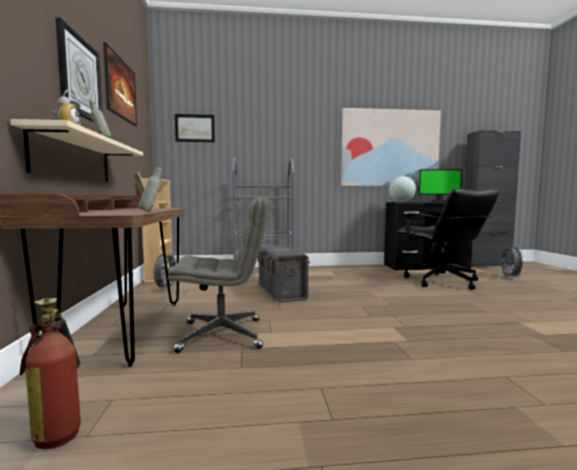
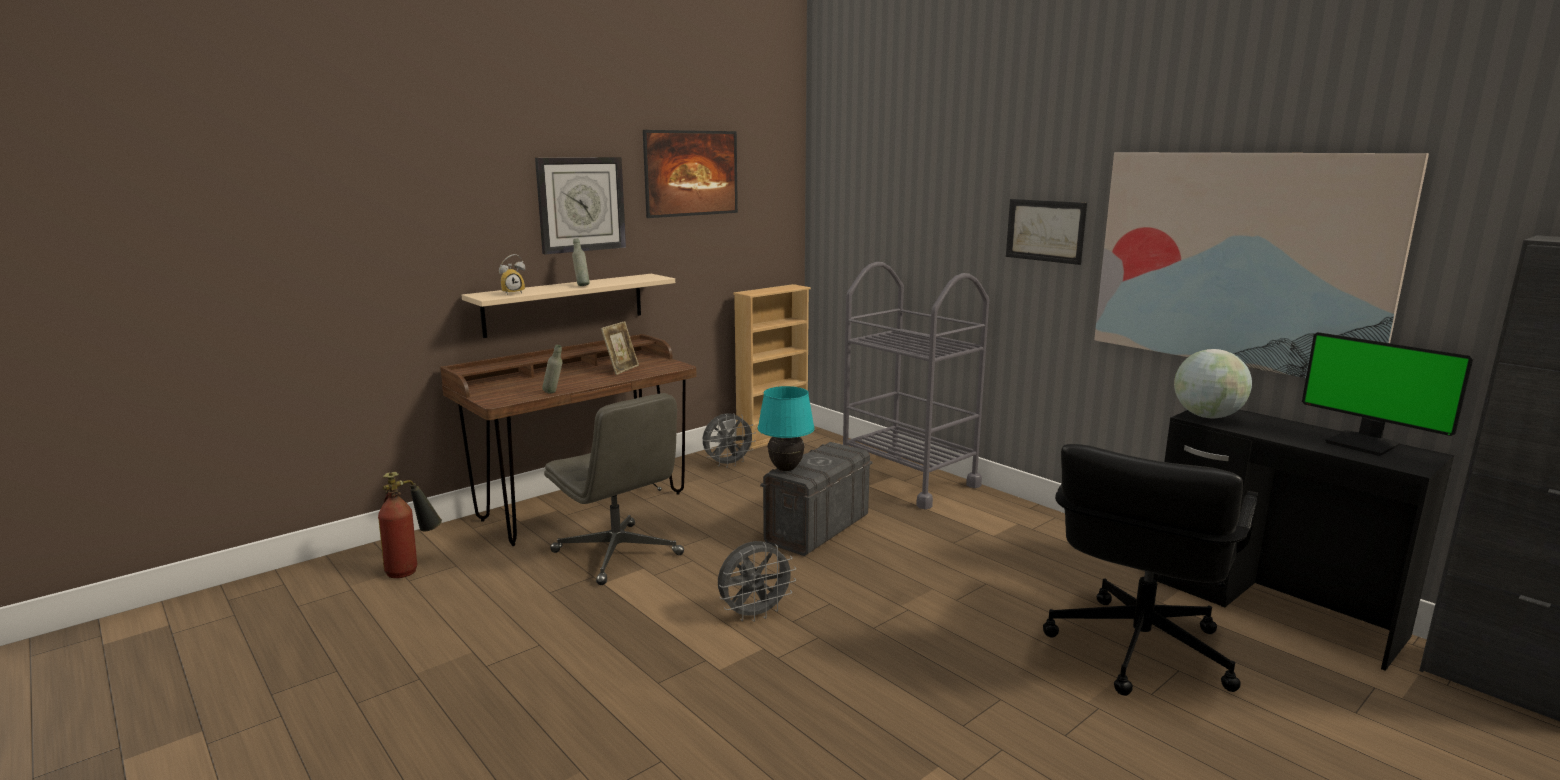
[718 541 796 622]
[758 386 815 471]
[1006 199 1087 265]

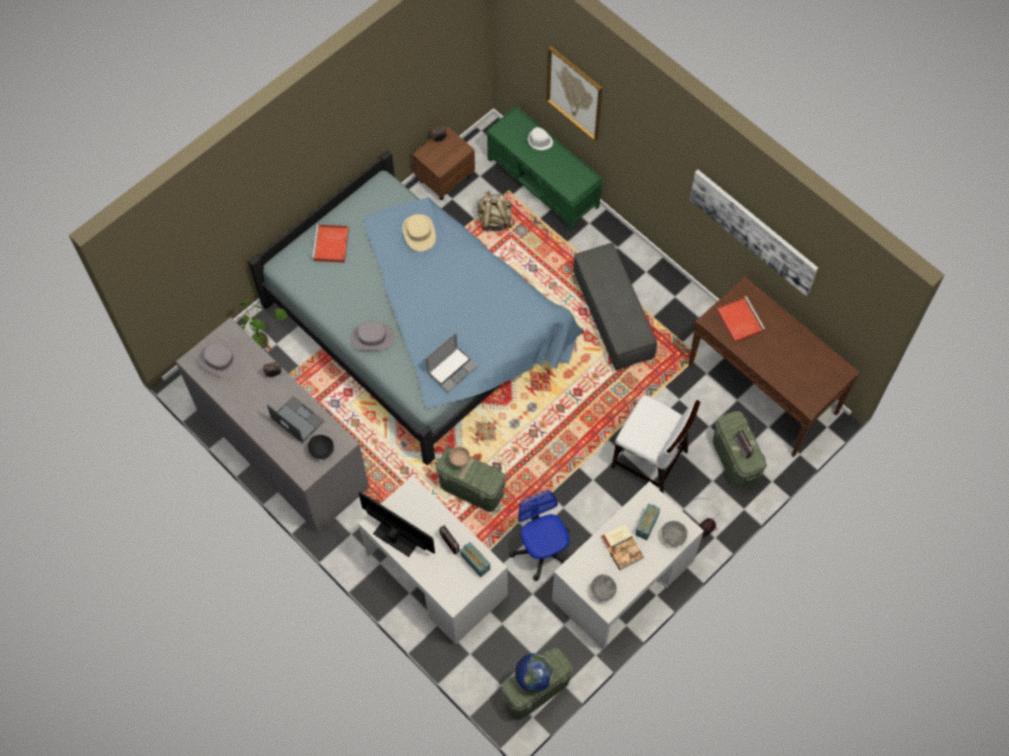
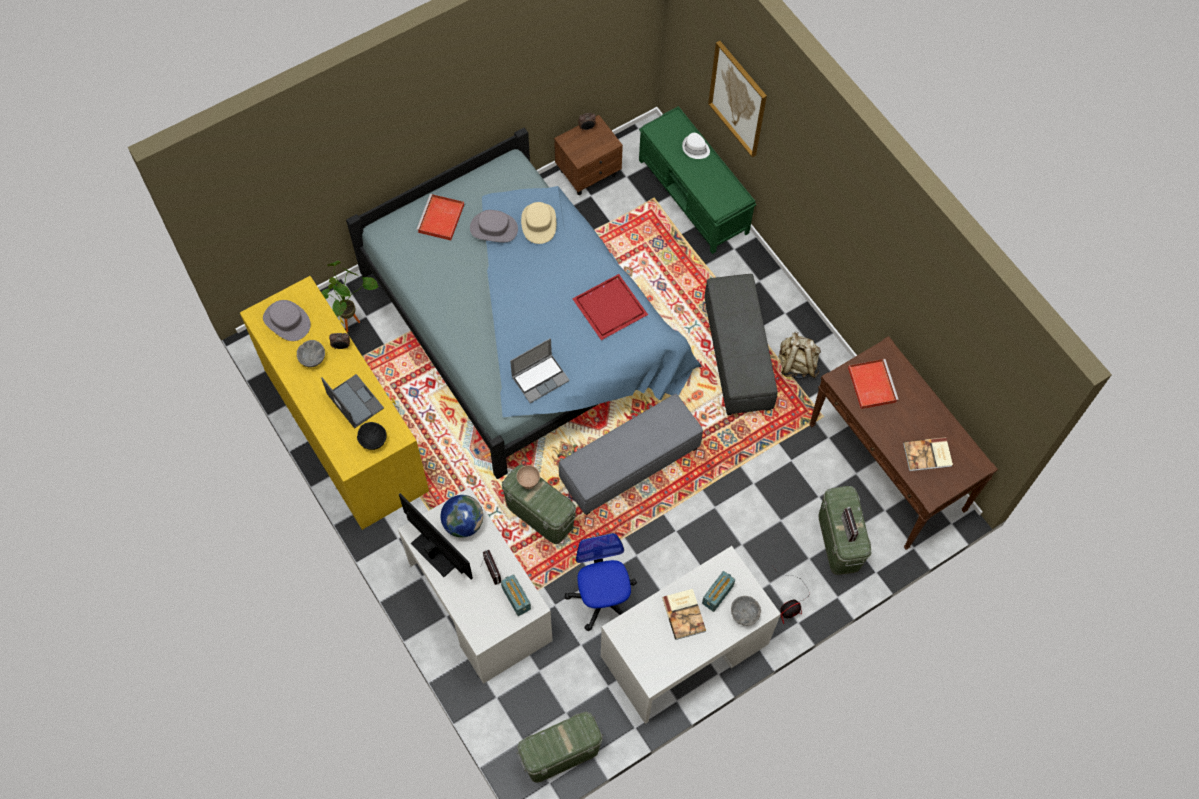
[240 276 429 530]
[297 340 325 367]
[441 495 483 538]
[470 210 518 242]
[559 394 703 515]
[573 274 648 340]
[778 331 820 379]
[903 437 953 471]
[611 395 700 493] (first image)
[690 170 818 296] (first image)

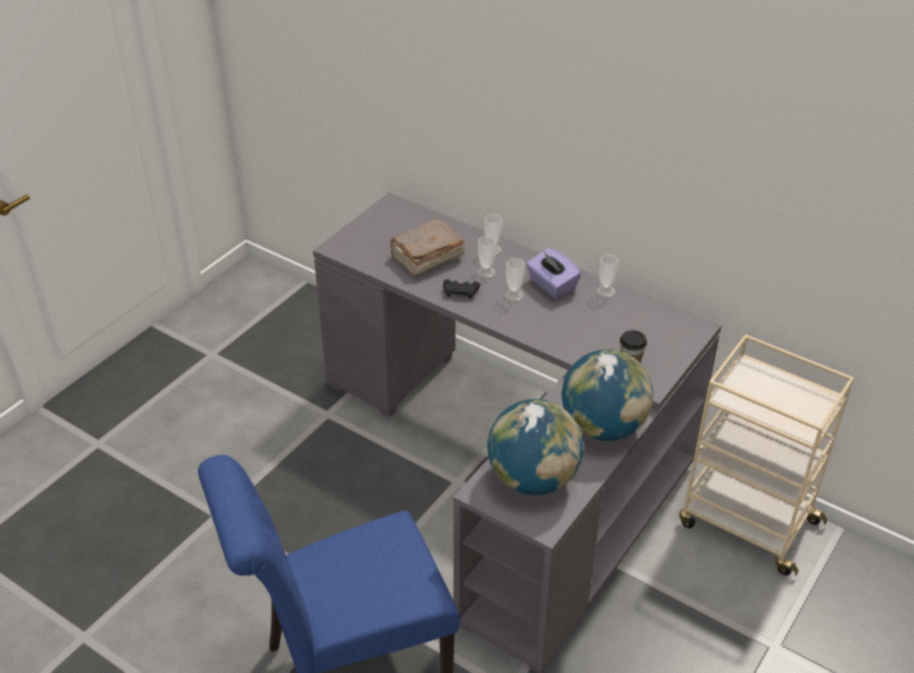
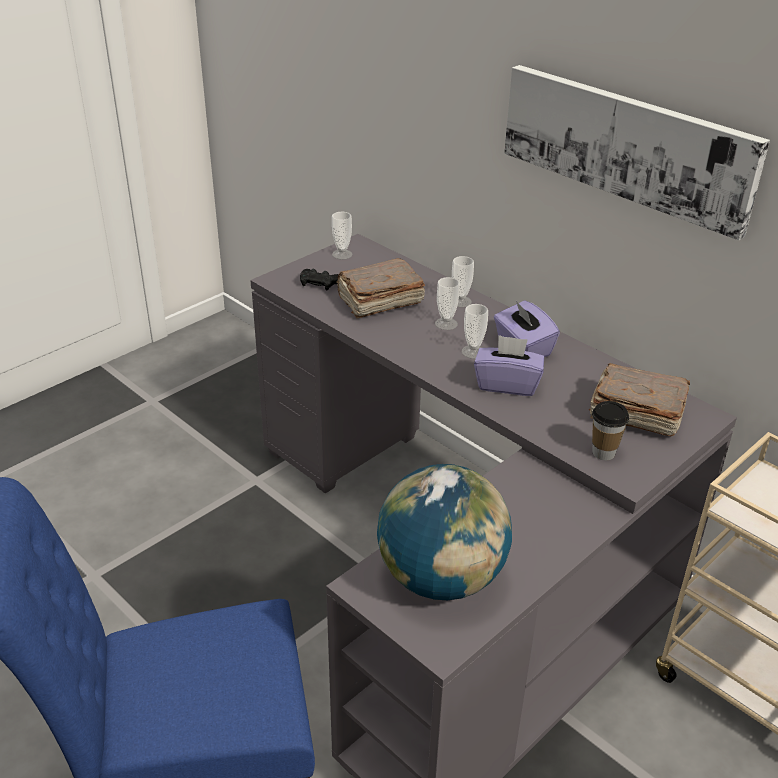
[300 269 339 291]
[332 212 353 259]
[474 335 544 396]
[504 65 770 240]
[589 363 690 436]
[561 349 654 441] (first image)

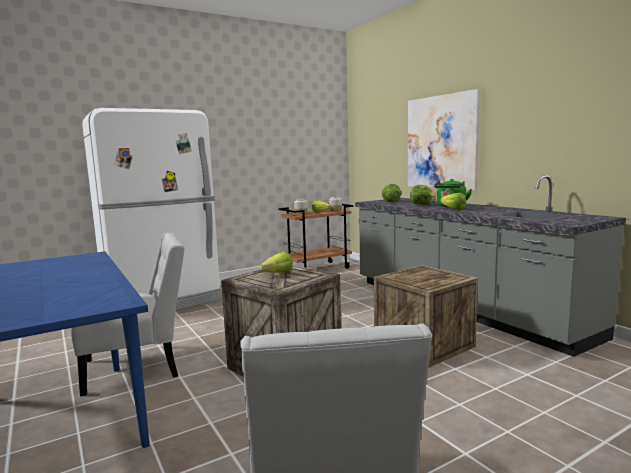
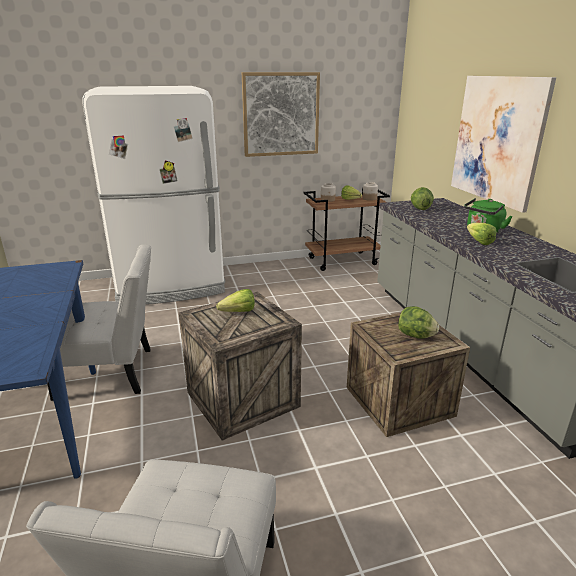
[242 72 320 157]
[398 306 439 339]

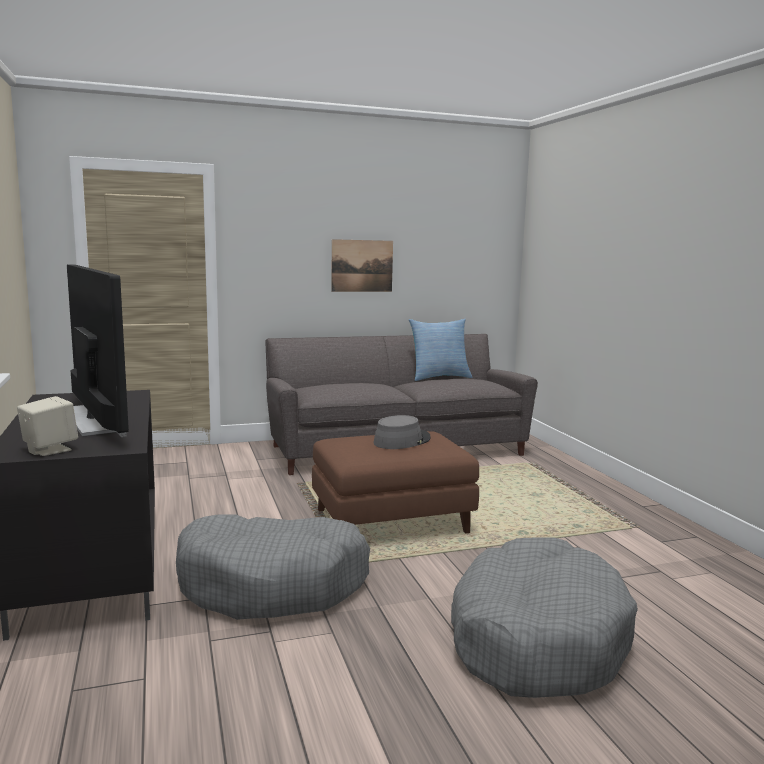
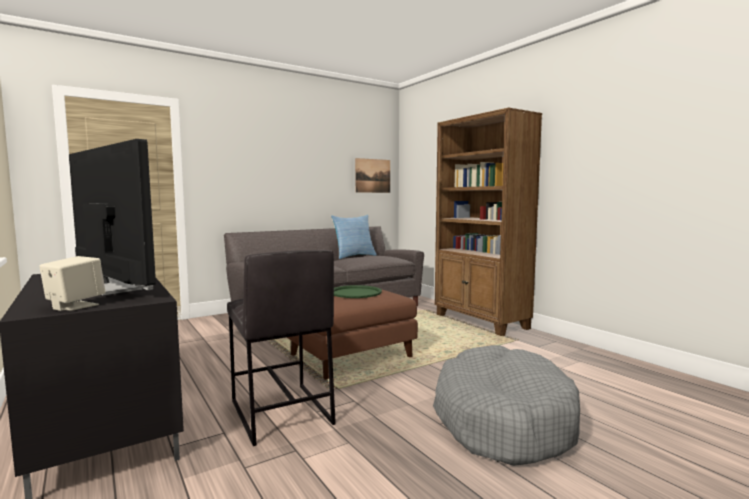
[227 250 336 446]
[334 285 382 298]
[355 158 390 193]
[435 108 542 336]

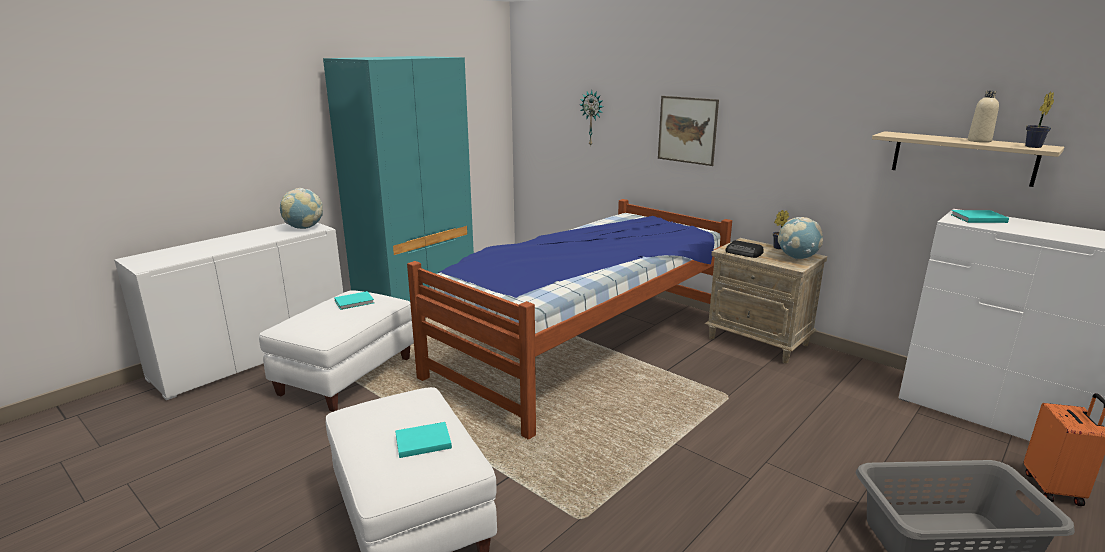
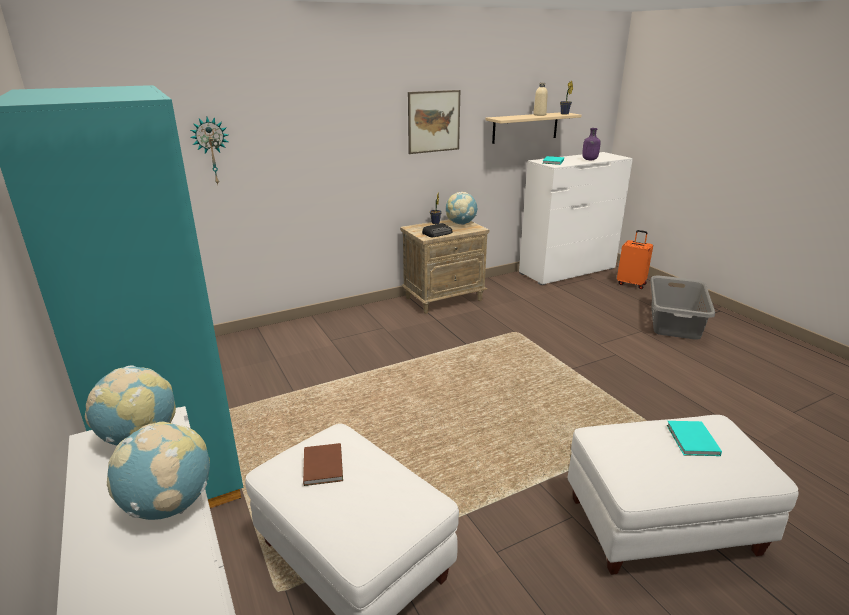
[106 422 210 520]
[303 443 343 486]
[408 90 460 154]
[582 128 600 160]
[407 199 732 440] (first image)

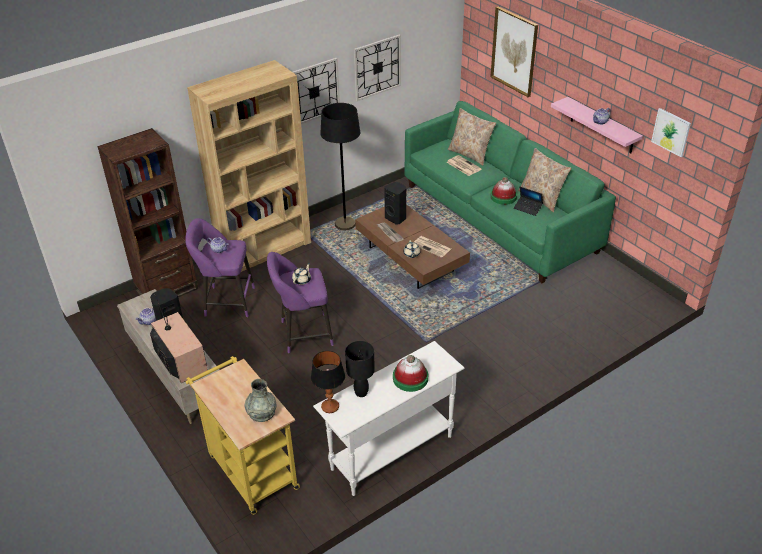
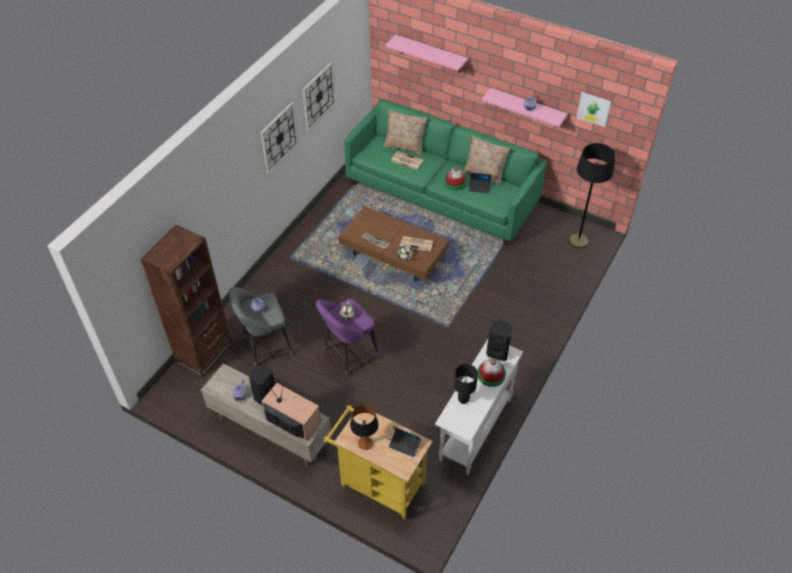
[229 287 293 367]
[350 405 379 450]
[386 34 468 73]
[389 427 421 457]
[486 320 513 361]
[569 143 616 249]
[187 60 311 272] (first image)

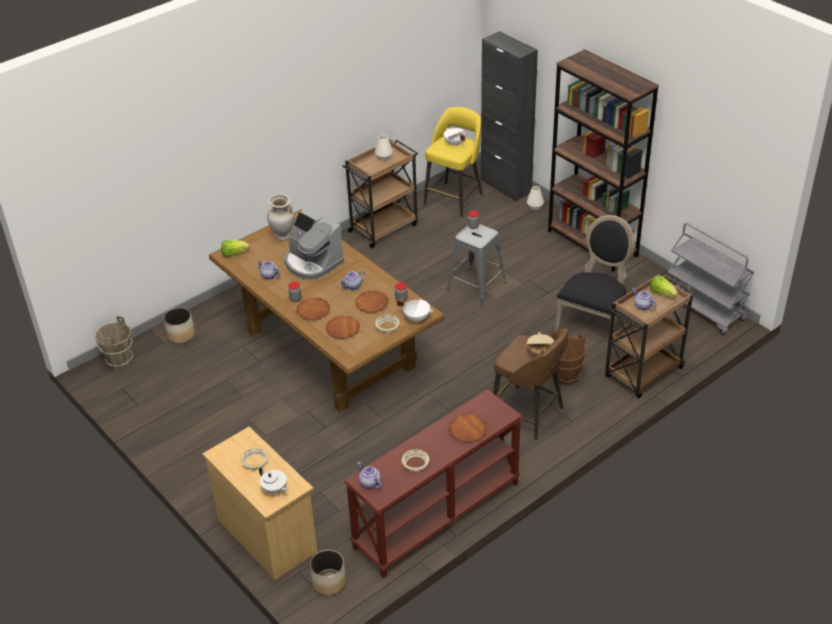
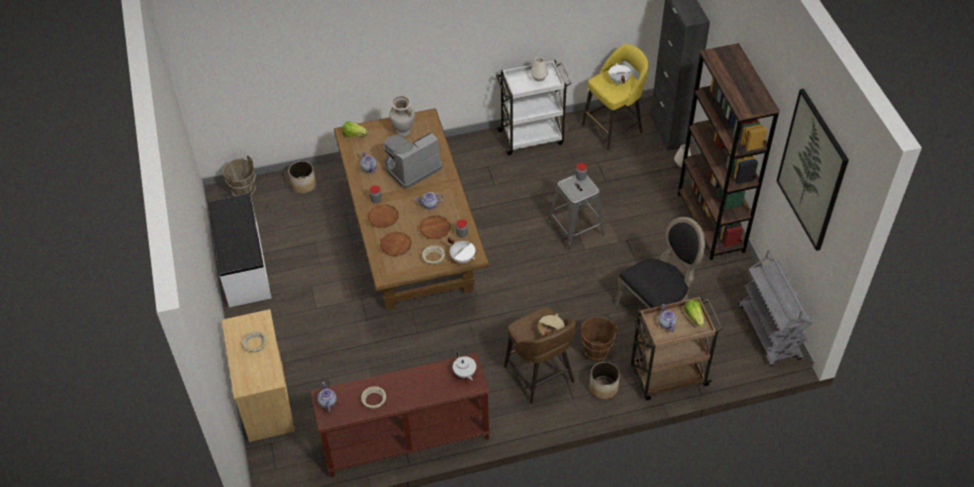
[208 194 272 307]
[383 132 443 189]
[453 352 476 380]
[496 60 571 155]
[590 362 620 399]
[776 89 849 251]
[449 414 487 443] (first image)

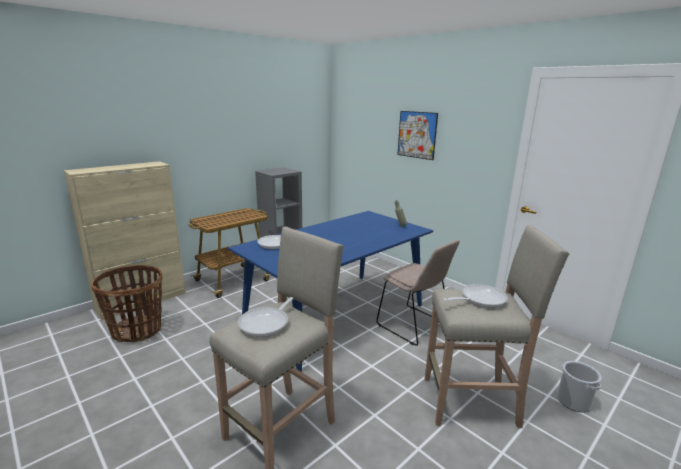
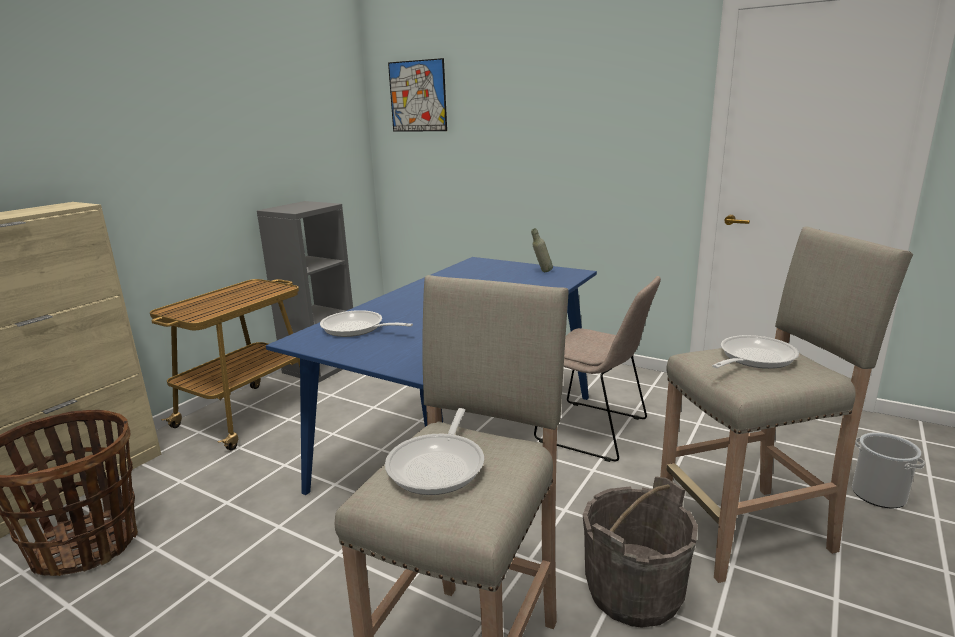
[388 58 447 132]
[583 476 698 628]

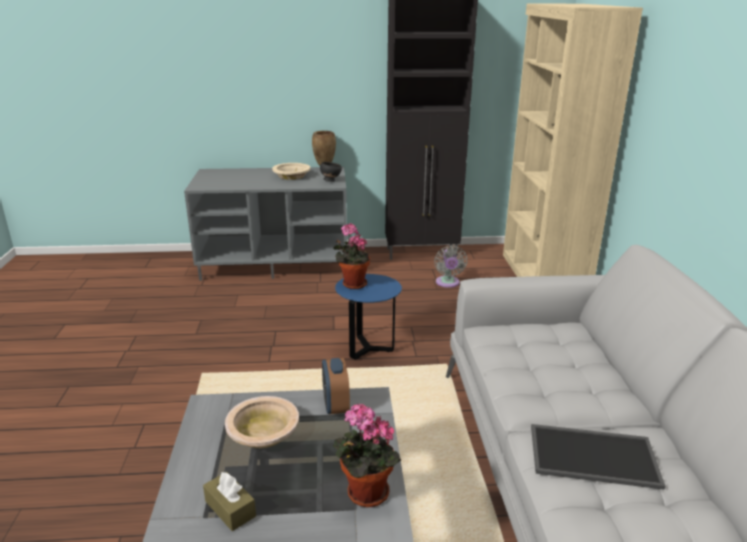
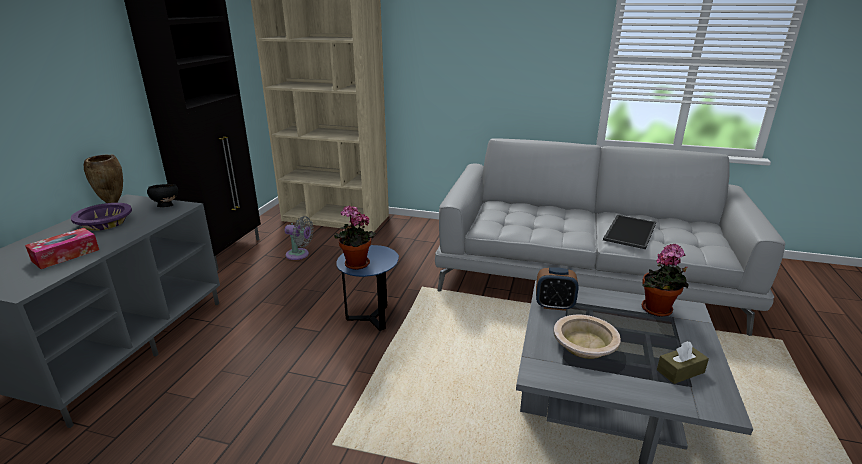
[25 228 99 269]
[71 203 132 231]

